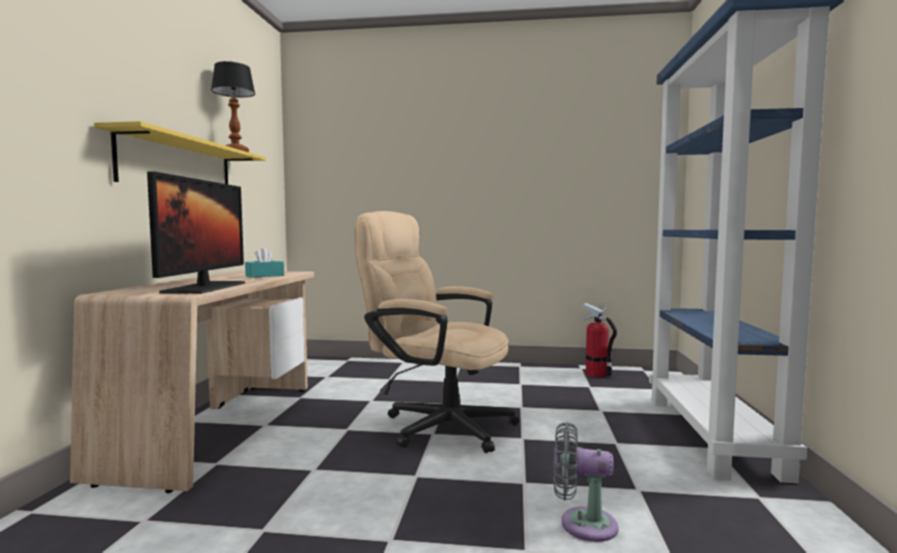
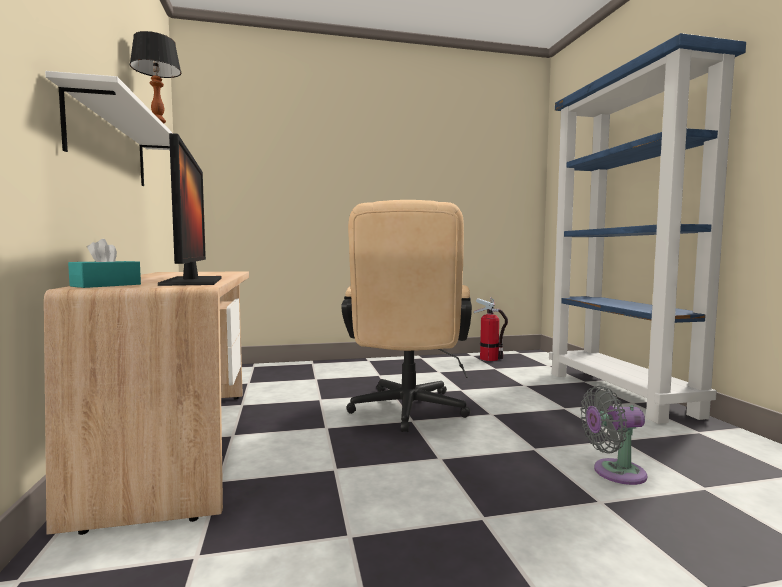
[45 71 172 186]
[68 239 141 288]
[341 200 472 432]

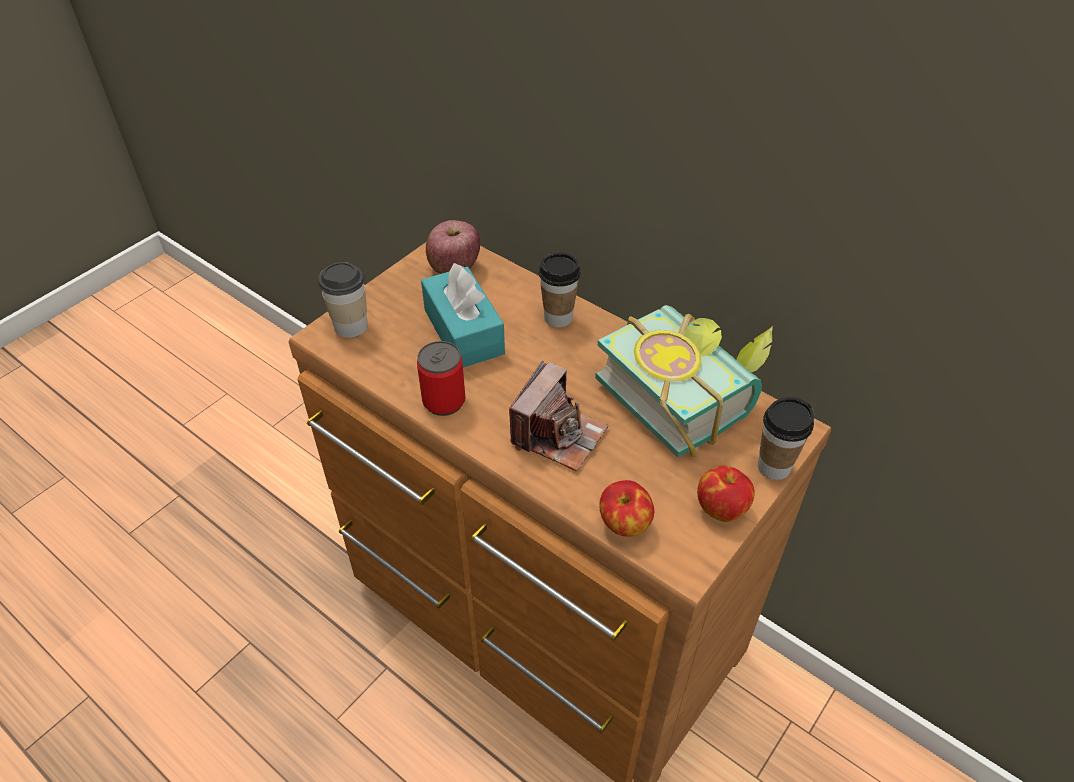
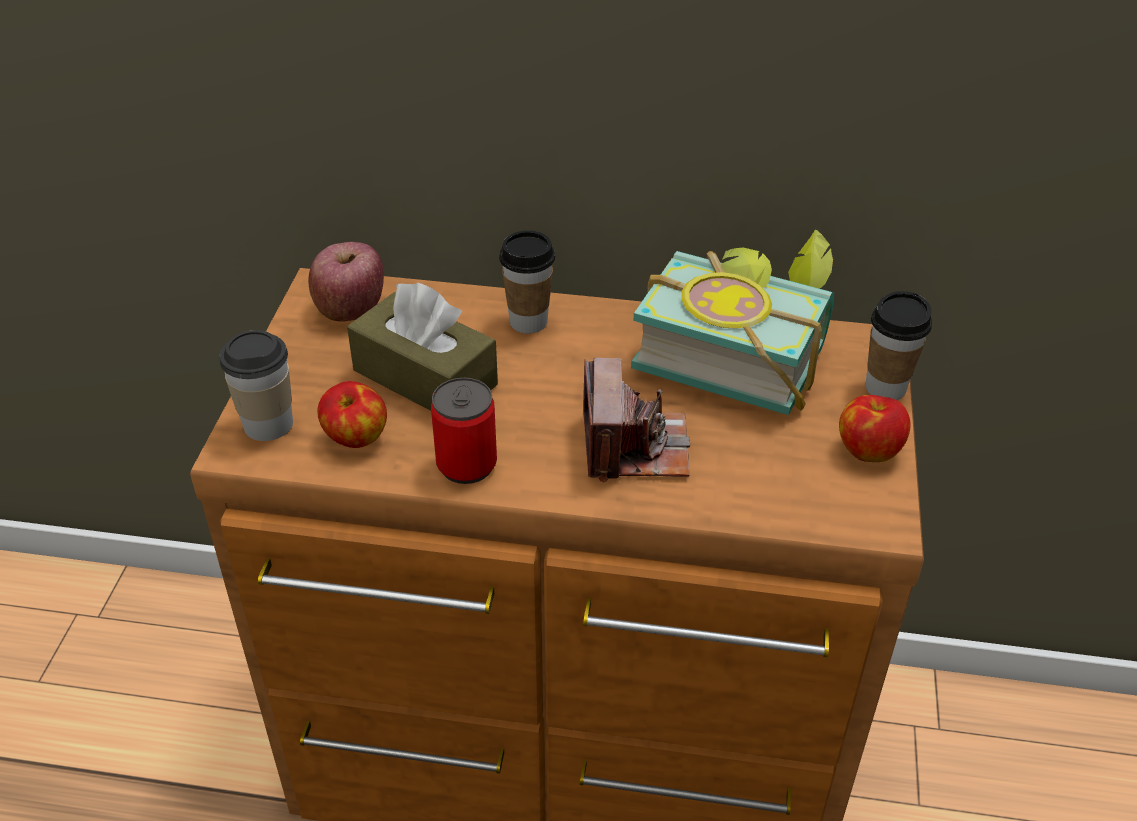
[317 381 387 448]
[347 282 498 411]

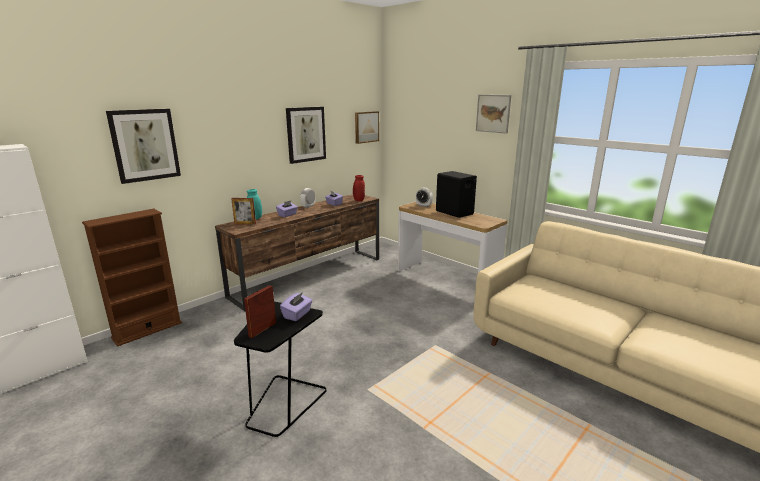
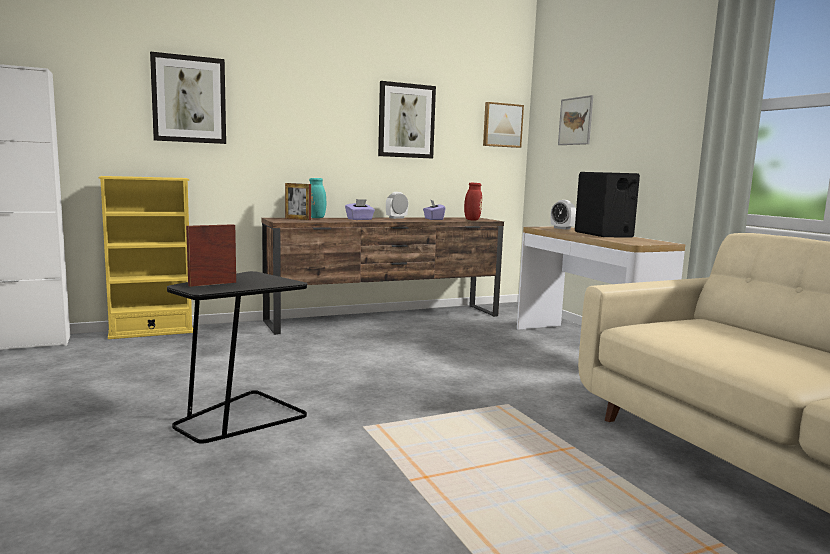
[99 176 193 339]
[558 95 593 145]
[280 292 313 321] (first image)

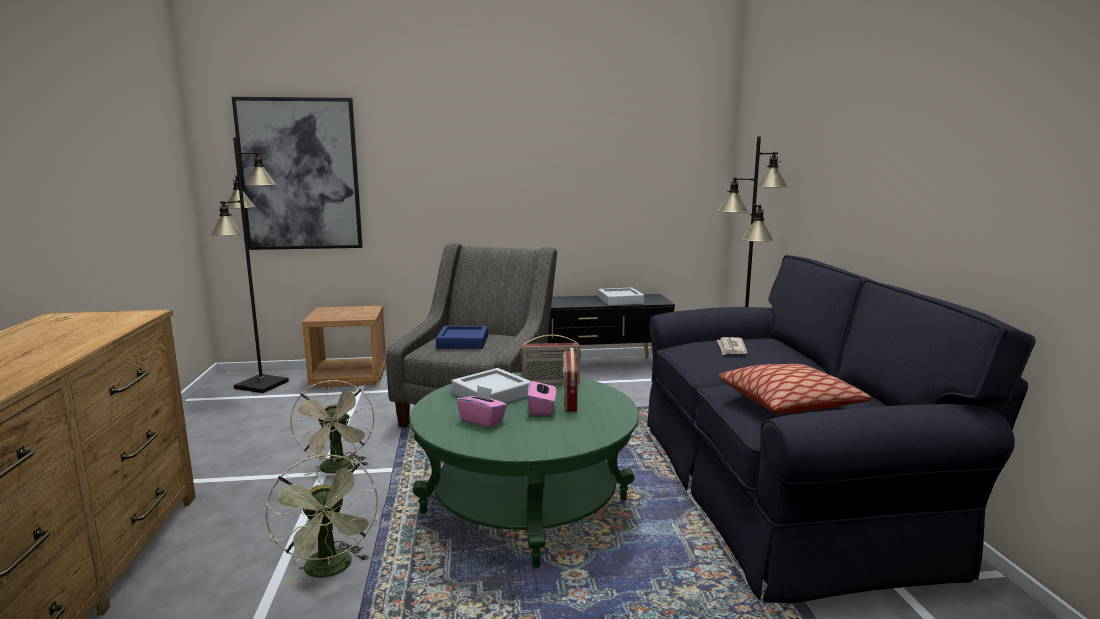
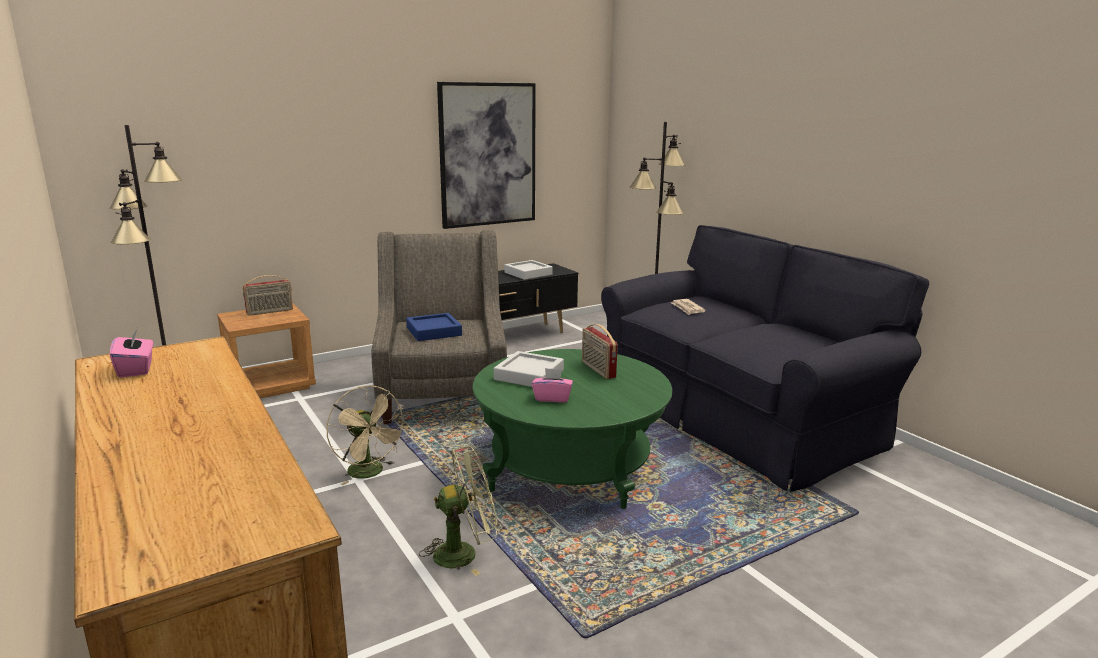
[110 328 153 378]
[243 275 293 316]
[419 446 497 576]
[437 82 536 229]
[719 364 871 414] (first image)

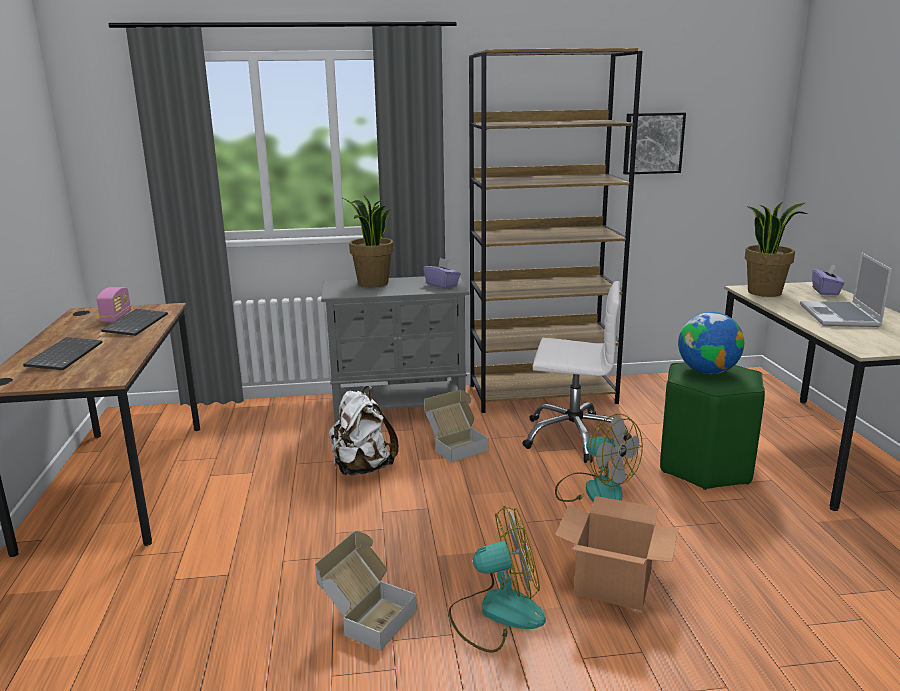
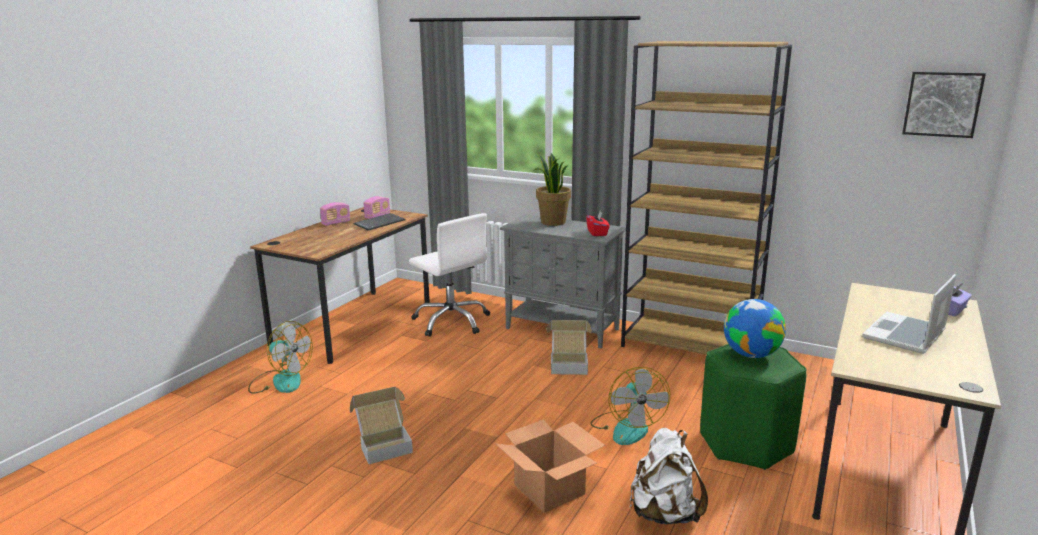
[248 321 313 394]
[320 202 351 226]
[409 213 490 337]
[586 211 610 236]
[630 427 708 524]
[902 71 986 138]
[23 337 102 370] (first image)
[745 201 807 297] (first image)

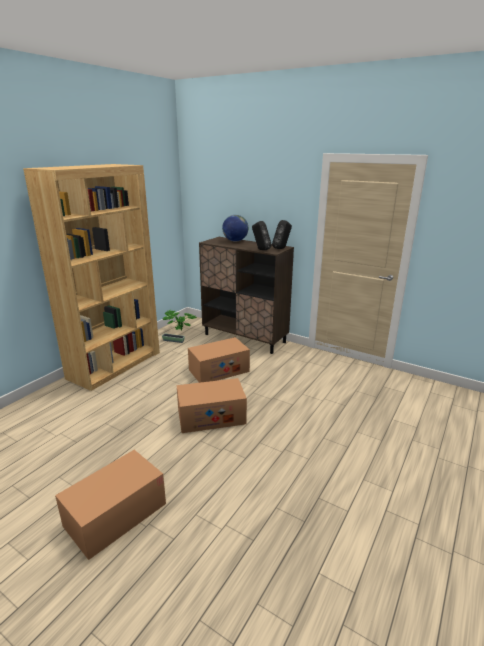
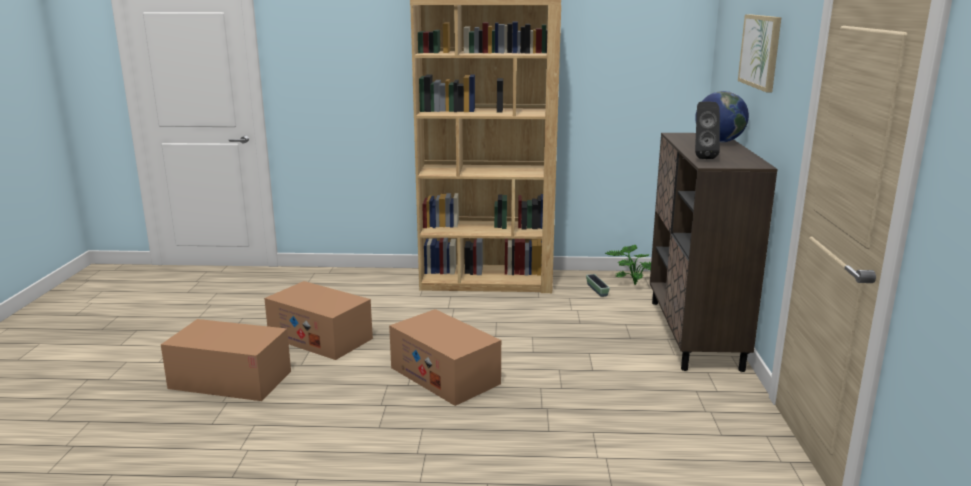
[264 281 373 360]
[738 14 781 92]
[272 220 292 249] (first image)

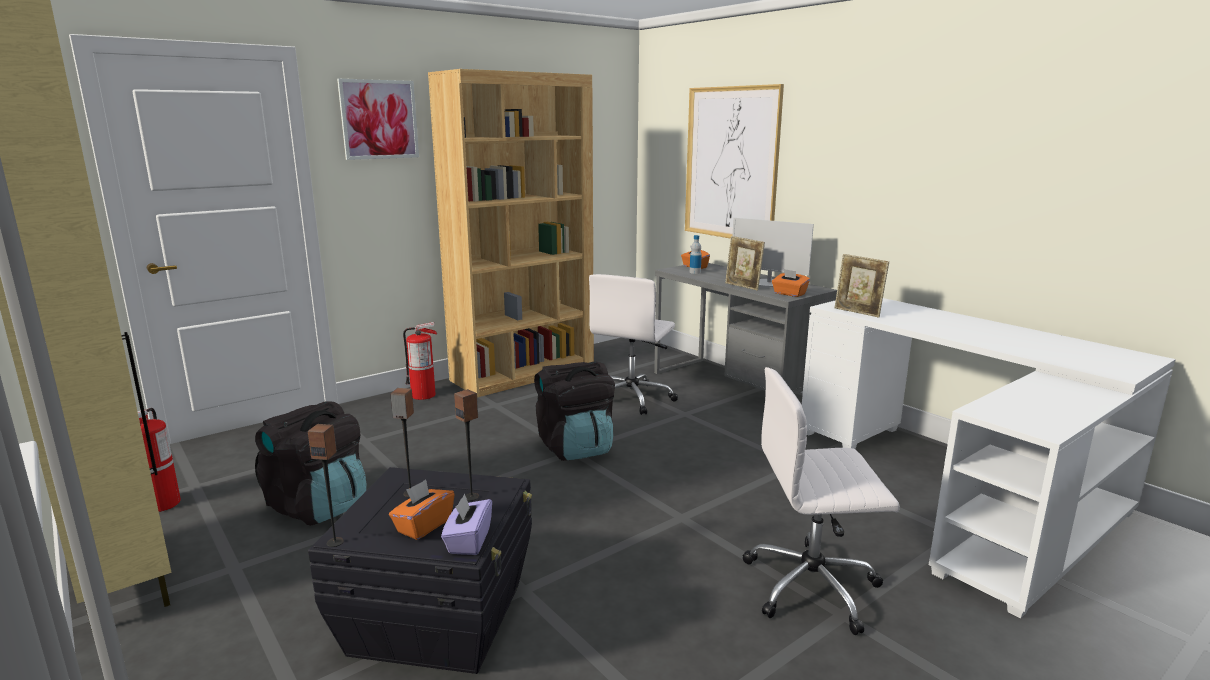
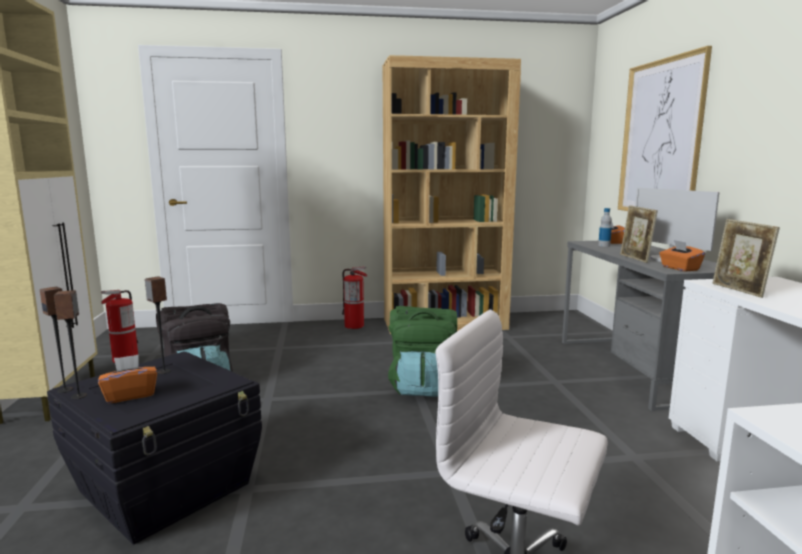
[54 290 87 399]
[388 306 457 397]
[337 79 419 160] (first image)
[441 493 492 555] (first image)
[589 274 678 415] (first image)

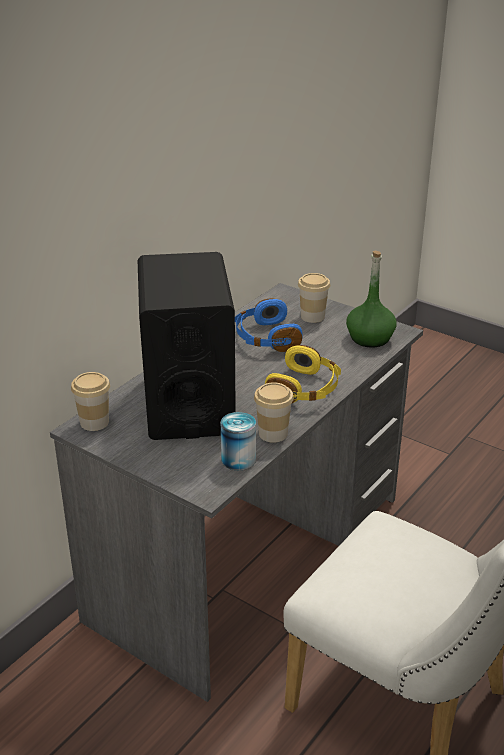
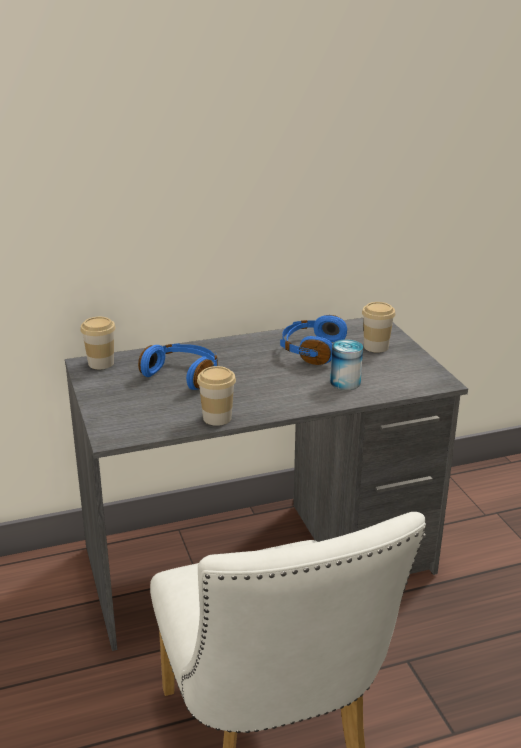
[138 343 218 390]
[330 339 363 390]
[265 345 341 404] (first image)
[346 251 397 348] (first image)

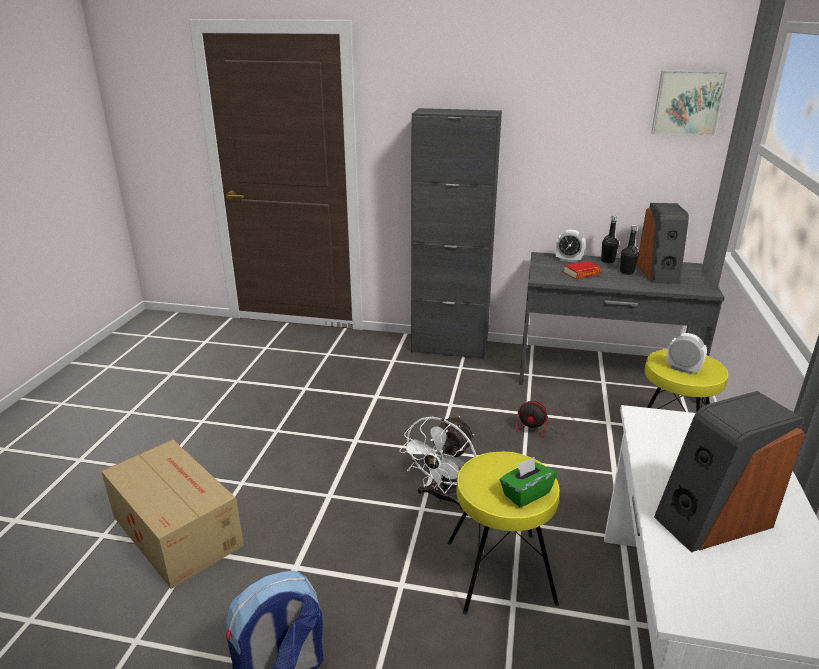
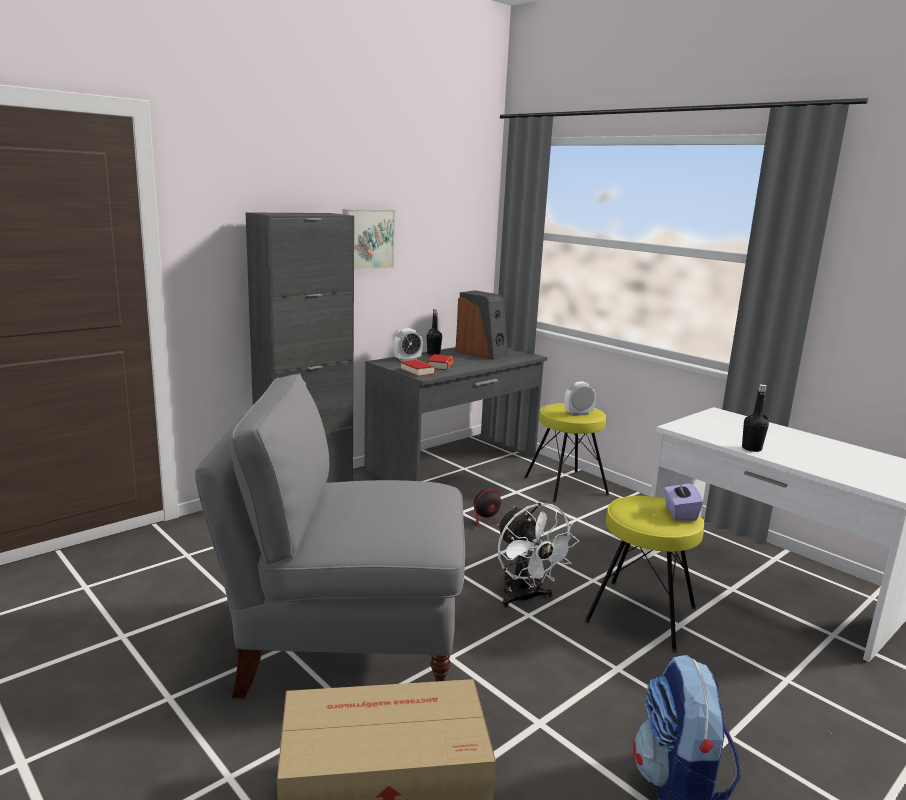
[195 374 465 698]
[343 209 395 270]
[400 360 435 377]
[664 480 703 521]
[742 384 769 452]
[654 391 805 552] (first image)

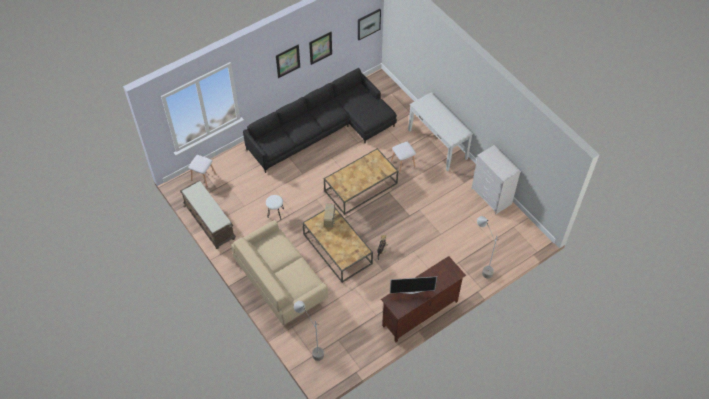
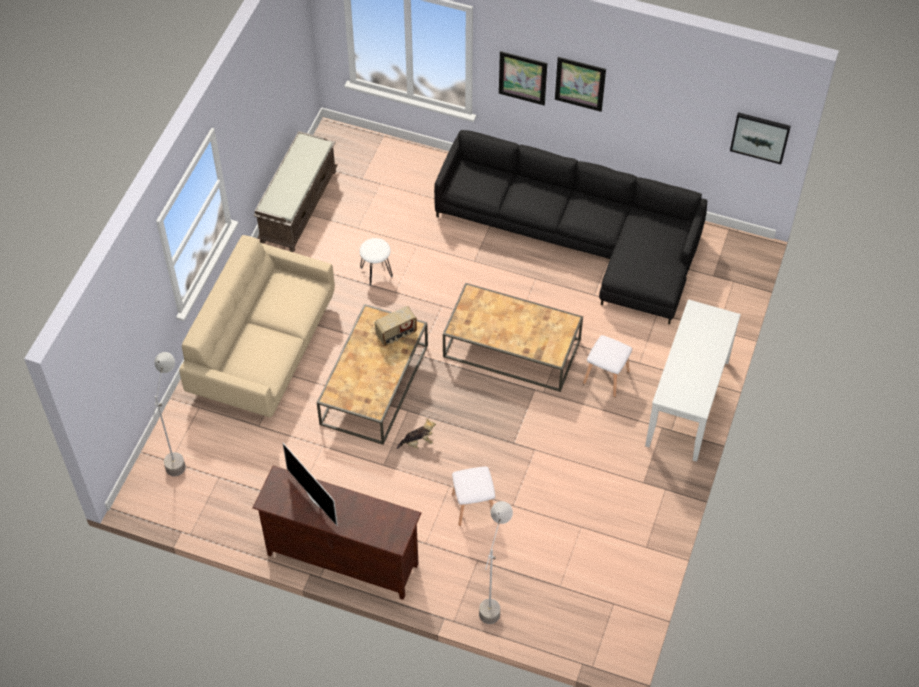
[452 466 495 526]
[499 51 547 105]
[471 145 521 214] (first image)

